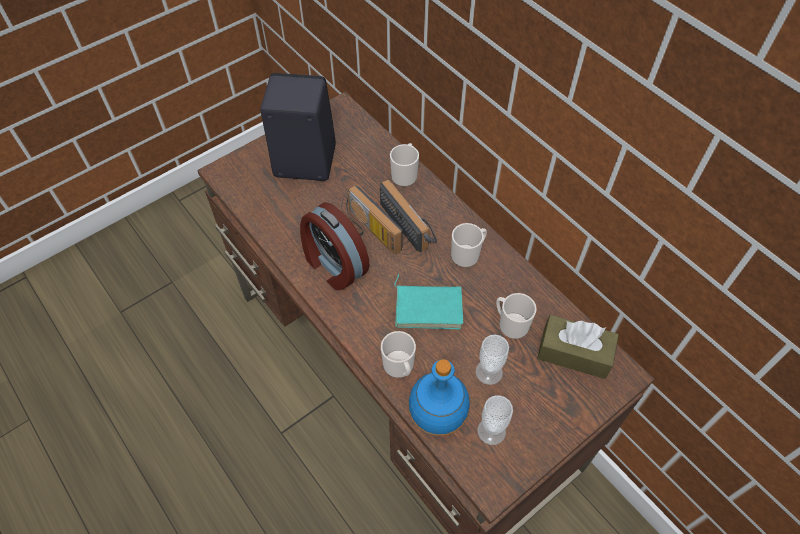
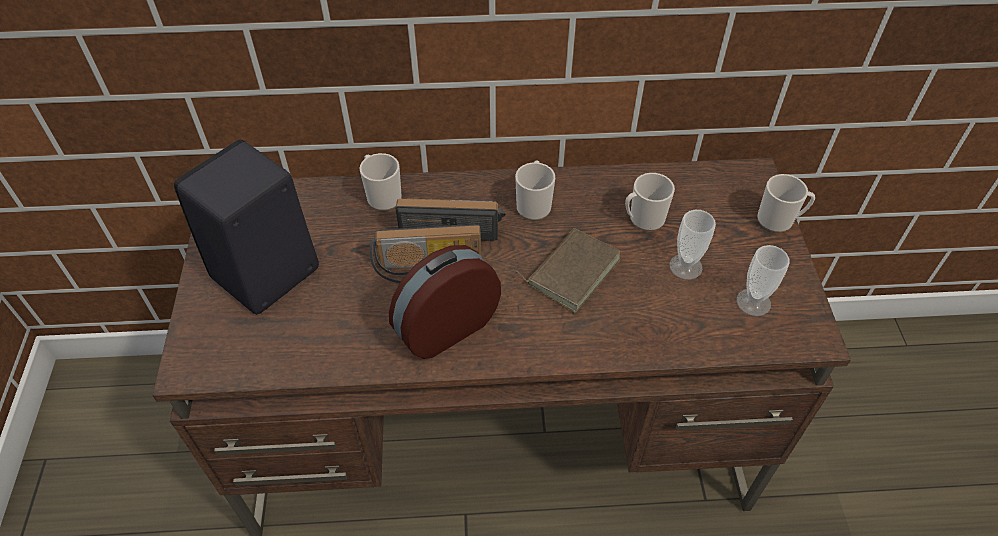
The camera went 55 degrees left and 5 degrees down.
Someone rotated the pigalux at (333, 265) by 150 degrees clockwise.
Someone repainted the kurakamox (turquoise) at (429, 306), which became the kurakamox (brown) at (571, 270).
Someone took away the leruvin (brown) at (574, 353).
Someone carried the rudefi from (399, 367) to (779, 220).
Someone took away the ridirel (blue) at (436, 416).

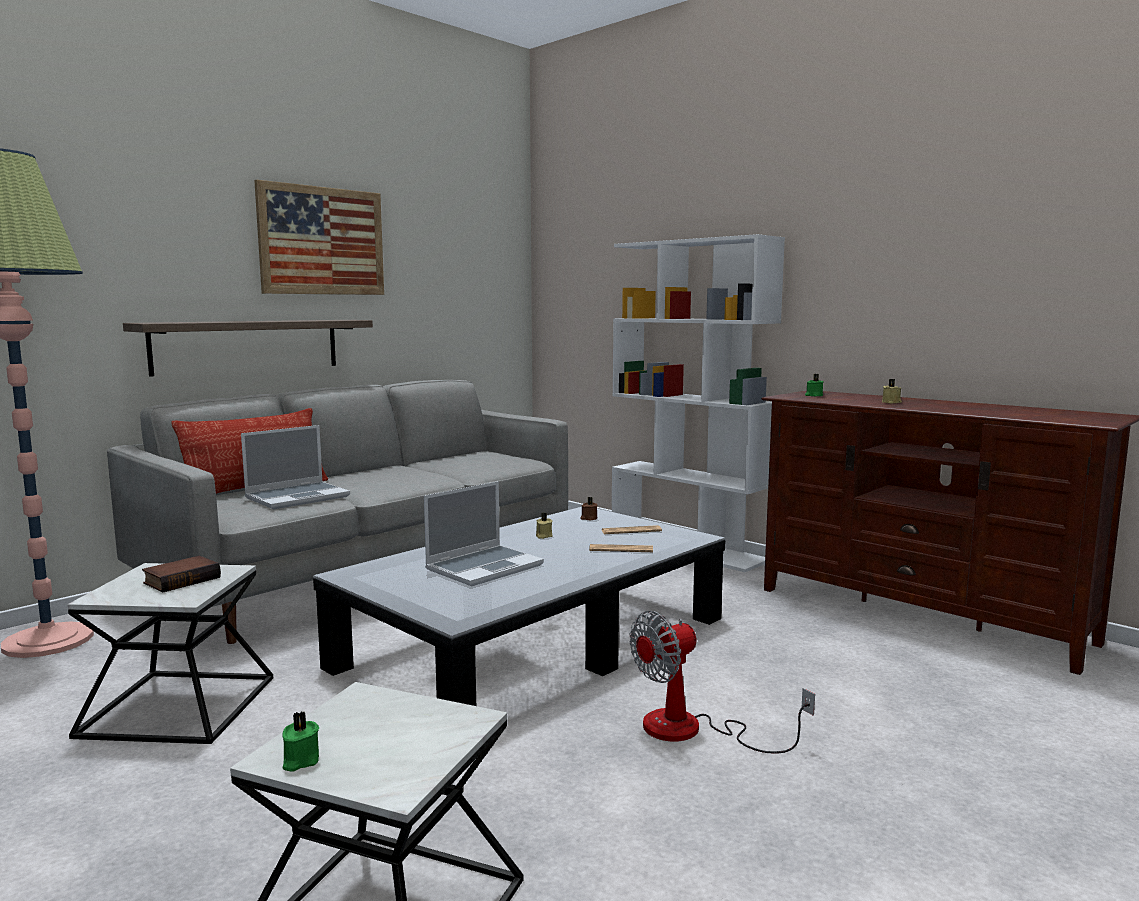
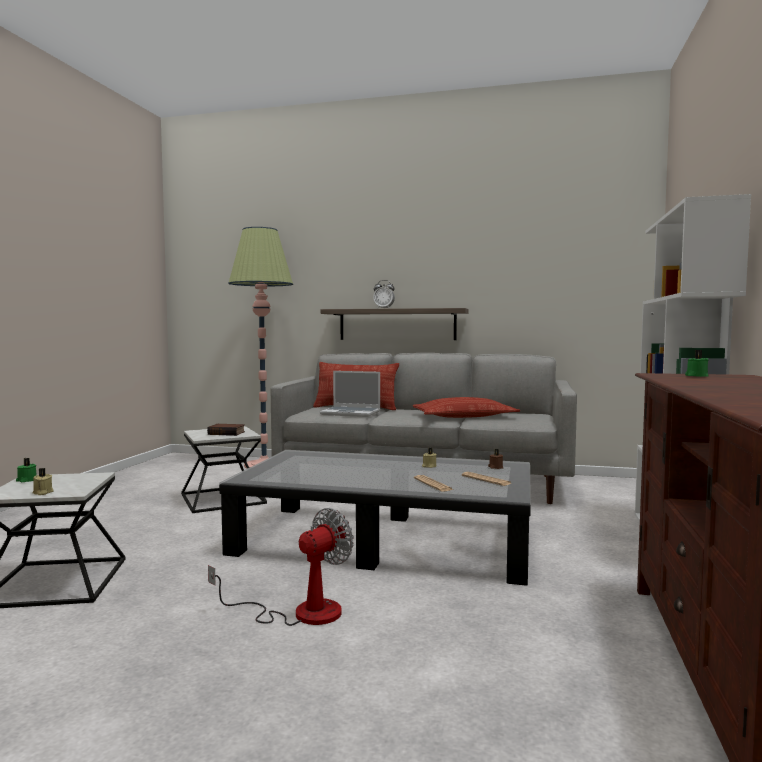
The camera went 60 degrees right and 5 degrees down.
Someone took away the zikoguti at (322, 241).
Someone carried the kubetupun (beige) from (891, 402) to (42, 492).
Someone took away the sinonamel at (484, 567).
Someone rotated the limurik at (692, 730) by 105 degrees clockwise.
Someone put down the pigalux at (384, 308).
Someone put down the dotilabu at (464, 416).

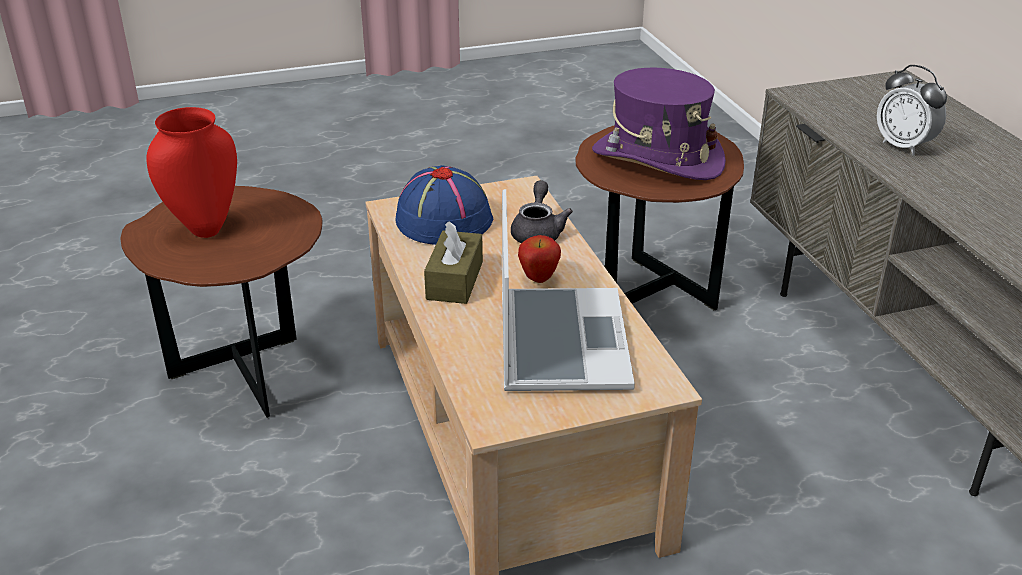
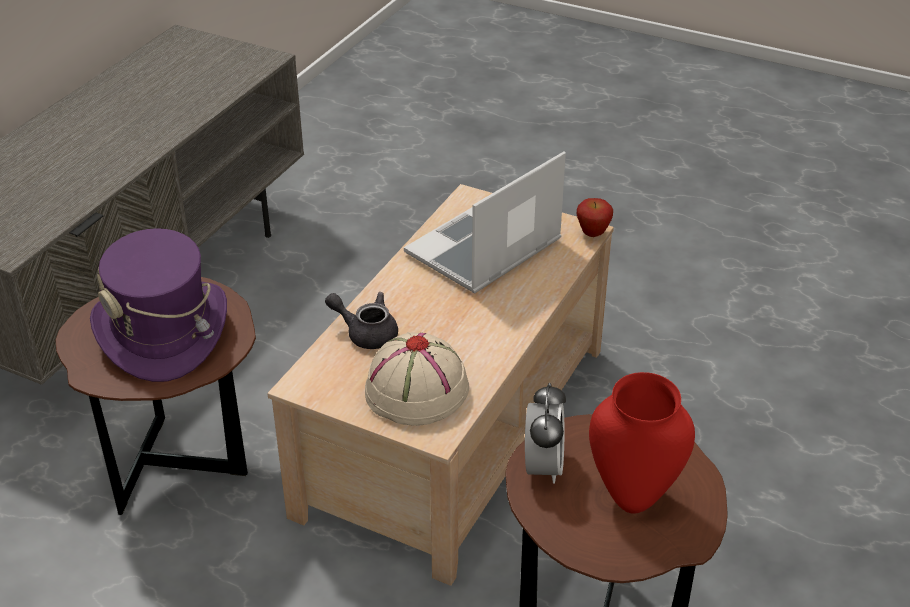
The camera went 135 degrees left and 5 degrees up.
Someone carried the pigalux from (904, 146) to (543, 467).
Someone repainted the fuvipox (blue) at (443, 220), which became the fuvipox (beige) at (416, 391).
Someone rotated the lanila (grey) at (538, 232) by 60 degrees clockwise.
Someone took away the leruvin (brown) at (454, 280).
Someone carried the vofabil from (538, 279) to (592, 234).

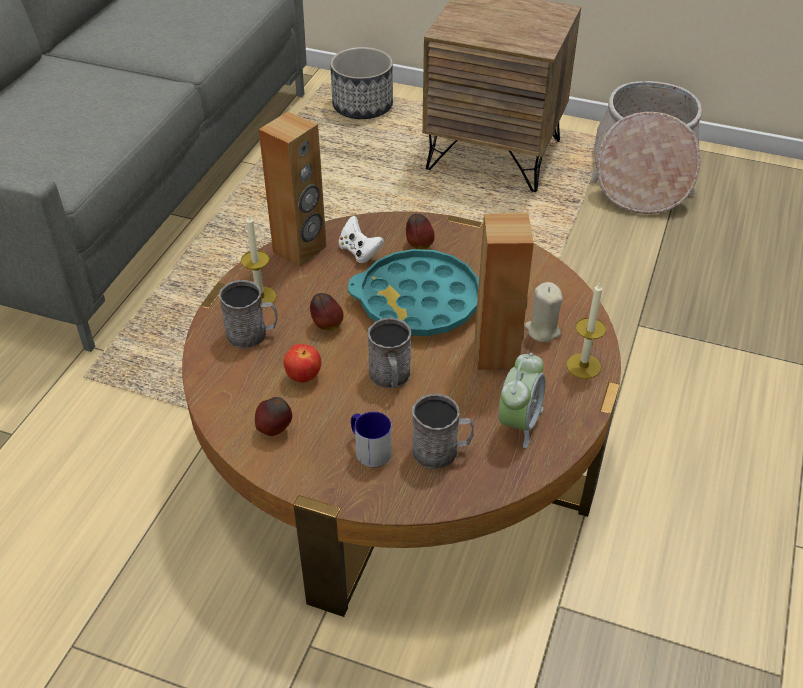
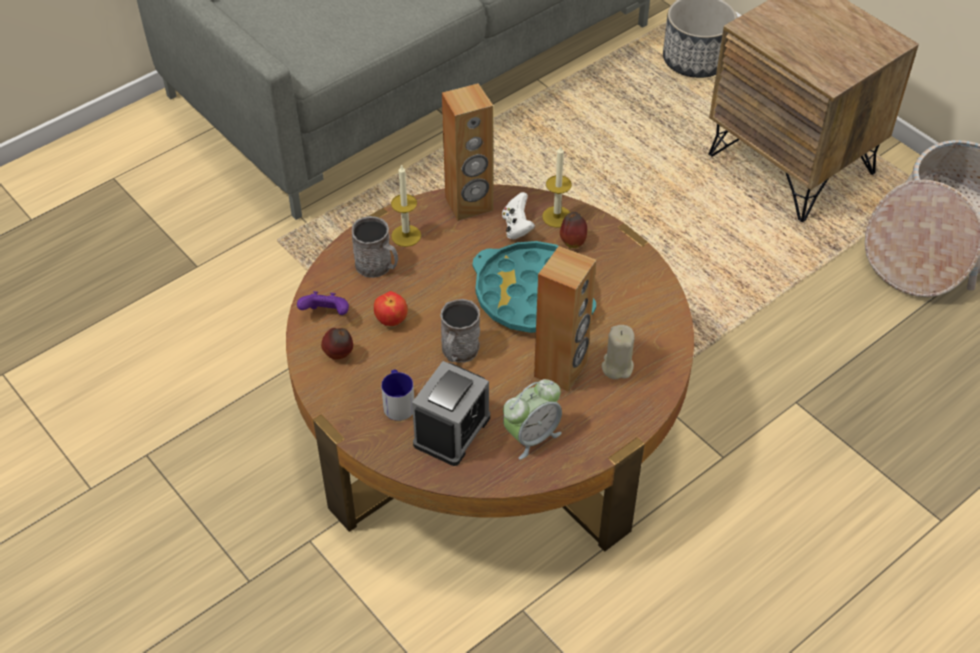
The camera went 30 degrees right and 5 degrees up.
Someone carried the kubetupun from (583, 366) to (557, 217).
Someone took away the vofabil at (326, 326).
Someone swapped the rudefi (grey) at (441, 451) for the pigalux at (452, 430).
Someone put down the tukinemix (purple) at (326, 314).

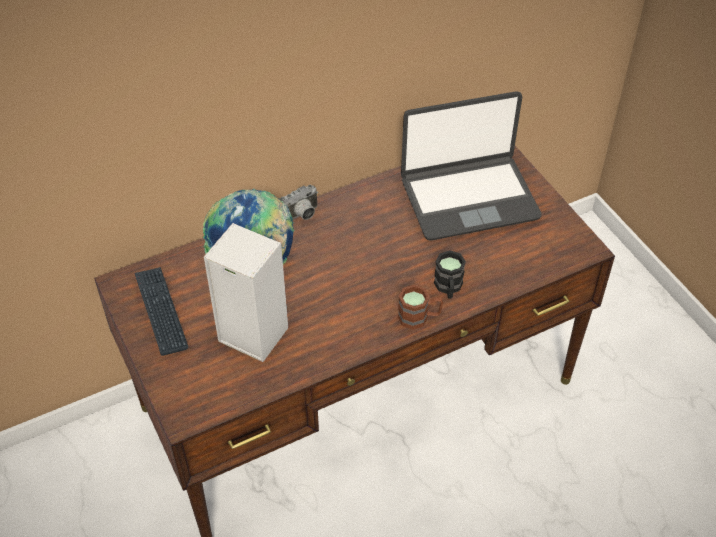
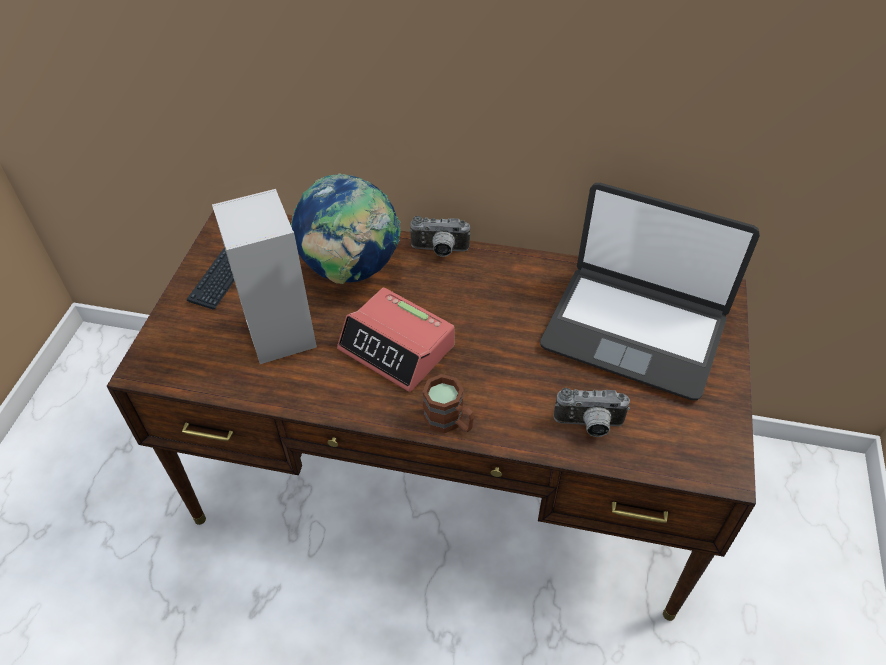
The camera went 40 degrees right and 0 degrees up.
Someone took away the rudefi (black) at (448, 288).
Someone put down the pigalux at (397, 348).
Someone put down the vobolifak at (589, 426).

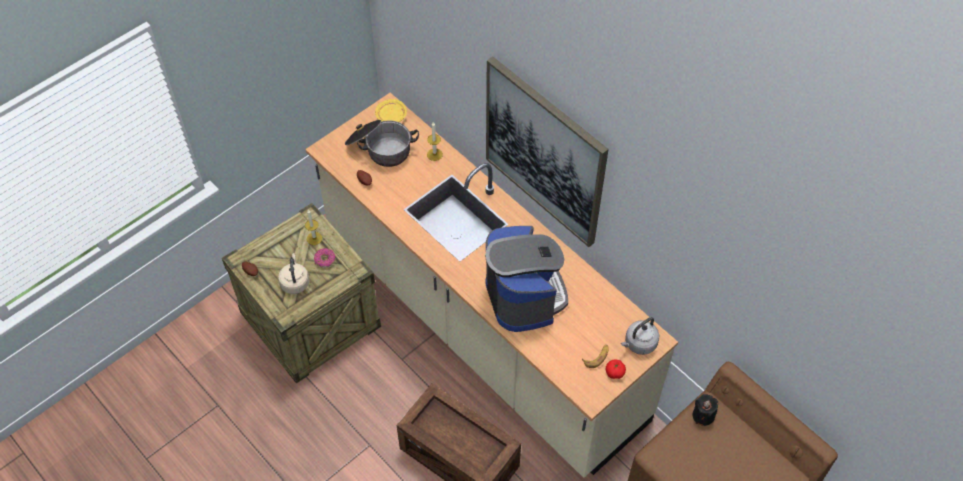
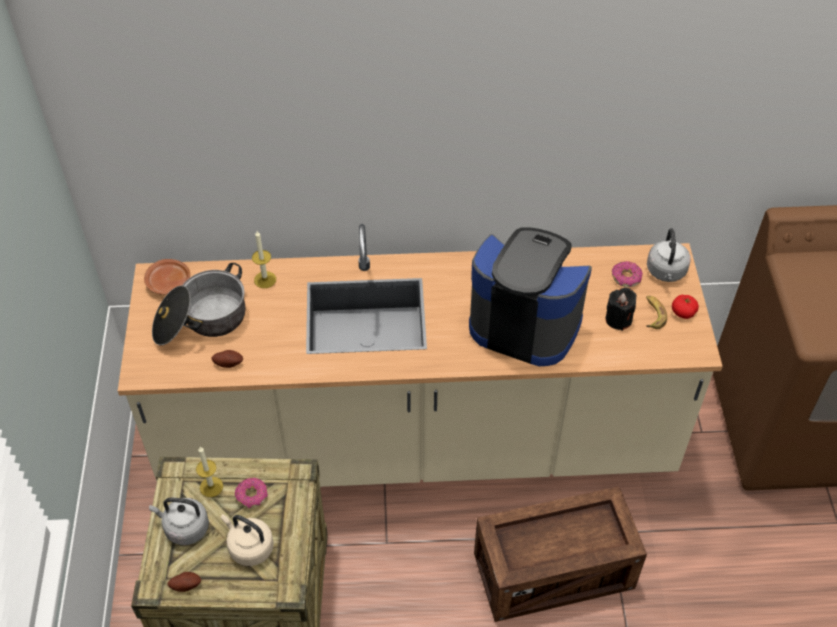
The camera went 50 degrees left and 5 degrees down.
Someone took away the zikoguti at (545, 152).
Someone repainted the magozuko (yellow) at (391, 116), which became the magozuko (brown) at (169, 283).
Someone carried the kubetupun (black) from (703, 416) to (618, 319).
Someone put down the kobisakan at (626, 278).
Someone put down the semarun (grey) at (184, 528).

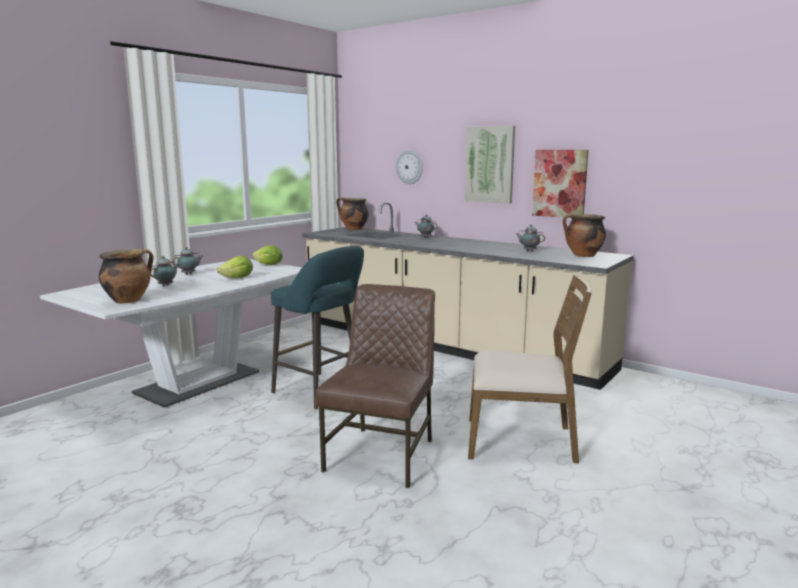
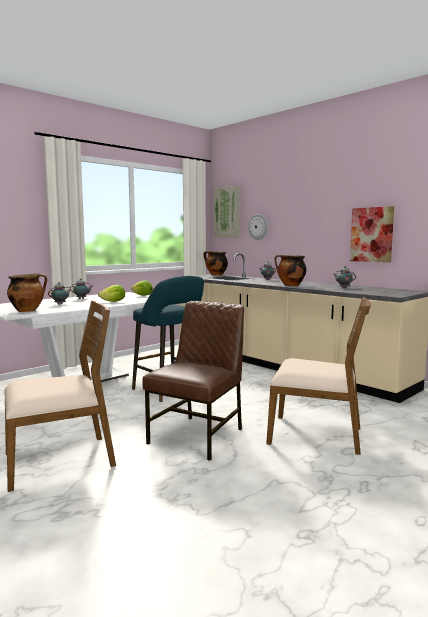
The camera went 10 degrees right and 5 degrees down.
Someone carried the zikoguti from (490, 164) to (227, 212).
Someone carried the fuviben from (583, 256) to (290, 285).
Someone put down the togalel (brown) at (60, 460).

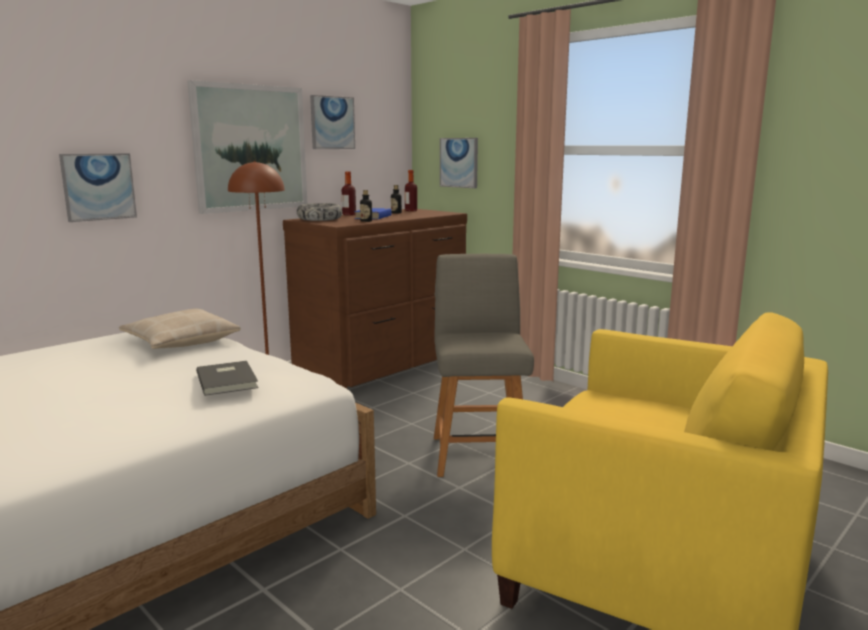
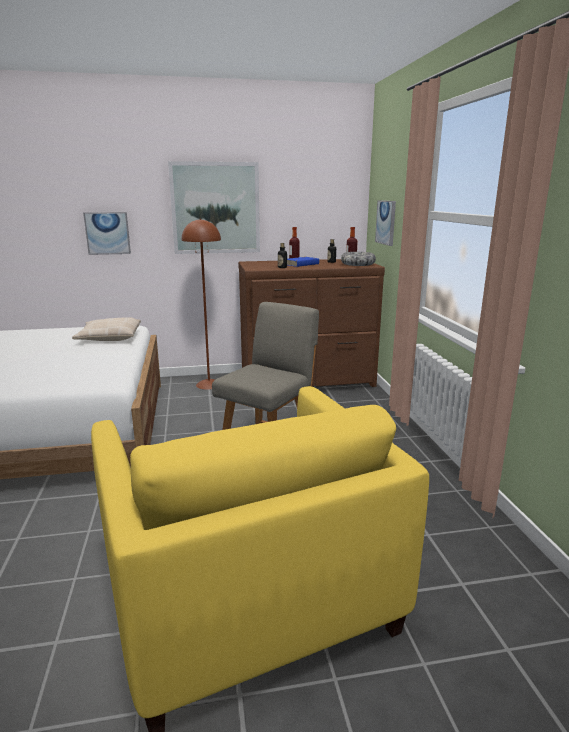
The camera went 35 degrees right and 5 degrees up.
Someone took away the zikoguti at (332, 123).
Someone carried the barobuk from (320, 219) to (358, 264).
Someone took away the kurakamox (grey) at (228, 380).

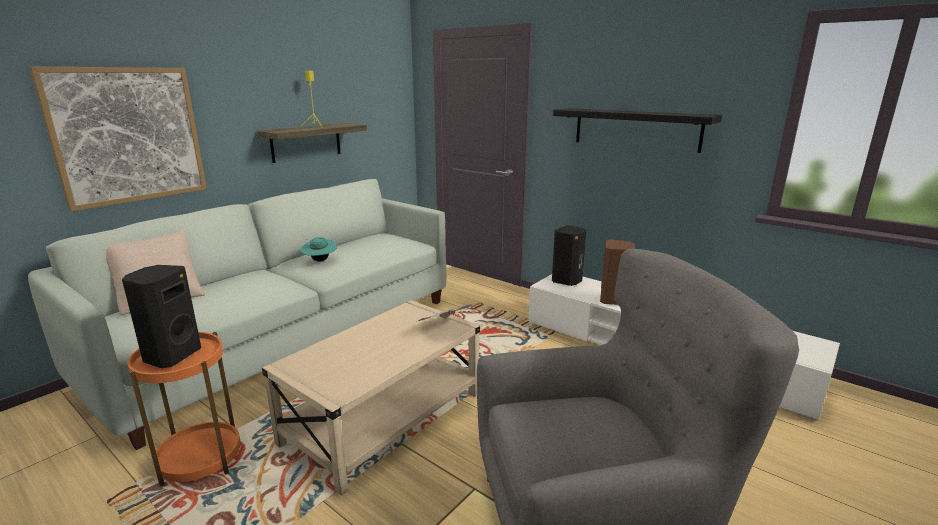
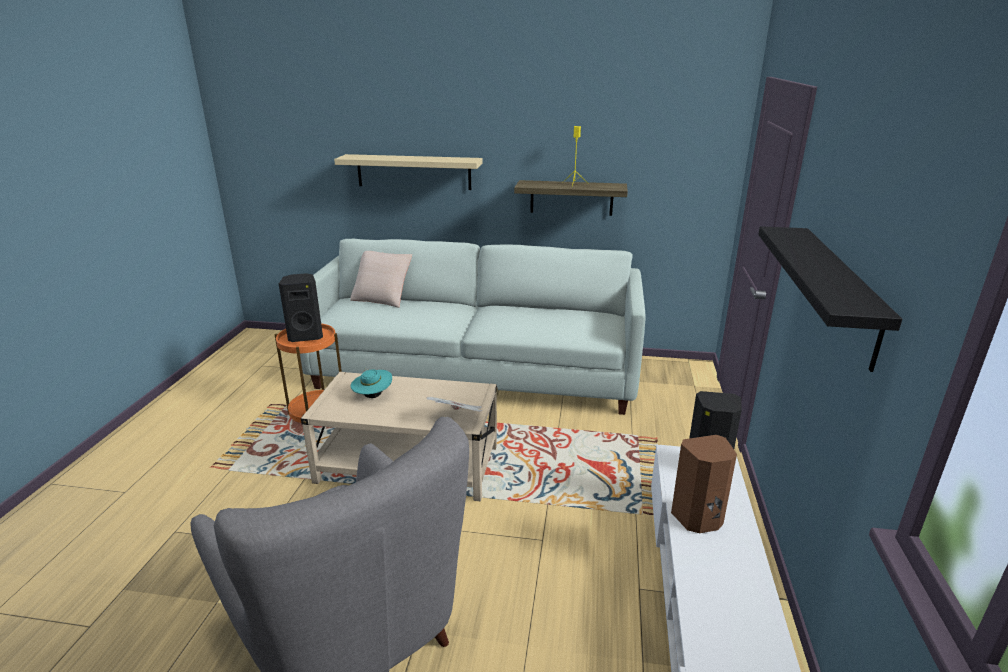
The camera went 60 degrees right and 5 degrees up.
Someone swapped the zikoguti at (128, 135) for the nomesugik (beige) at (413, 172).
Someone carried the fuvipox (turquoise) from (319, 260) to (372, 396).

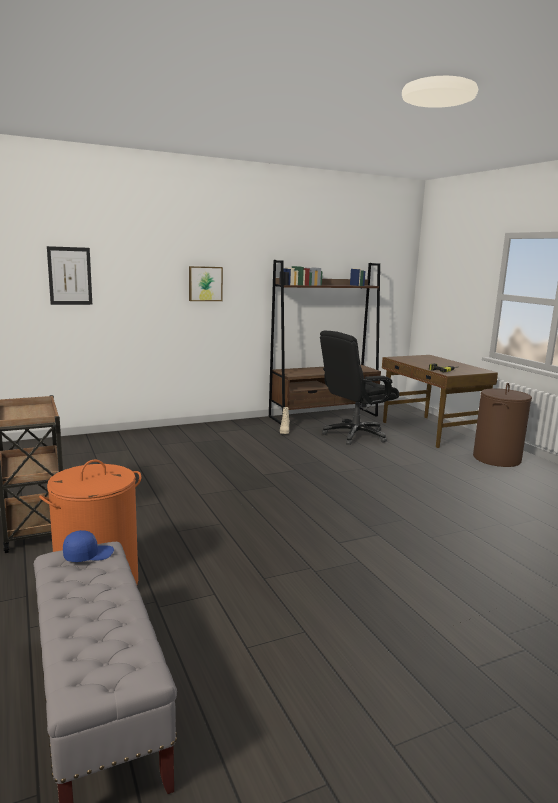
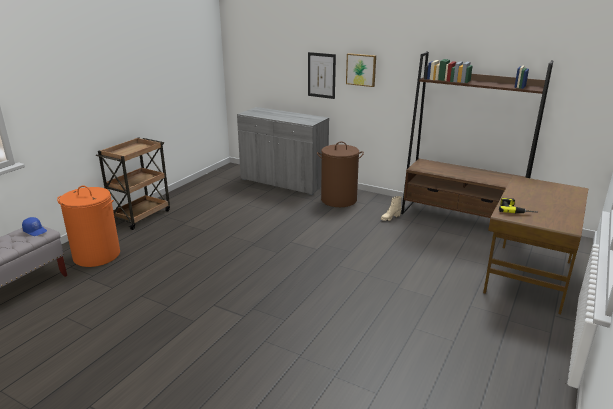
The camera went 55 degrees right and 10 degrees up.
Someone carried the zikoguti from (70, 276) to (321, 75).
Someone took away the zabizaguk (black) at (354, 435).
Someone carried the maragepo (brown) from (497, 459) to (338, 200).
Someone put down the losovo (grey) at (283, 182).

